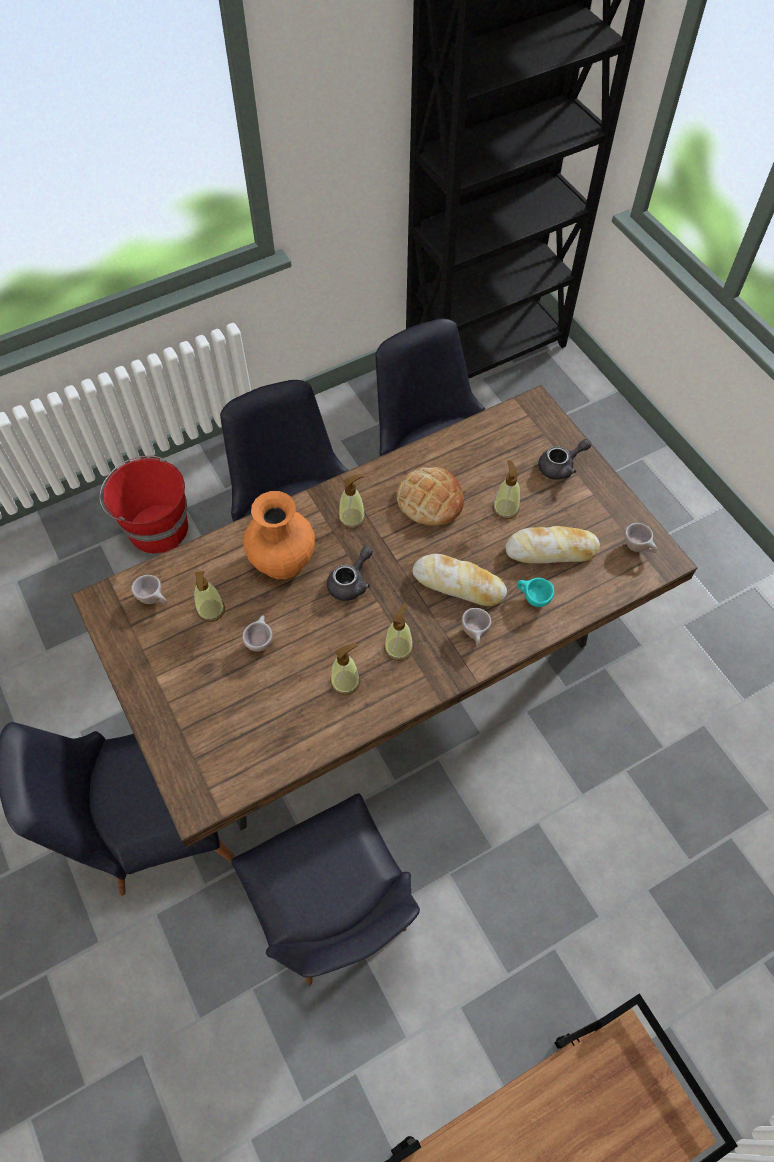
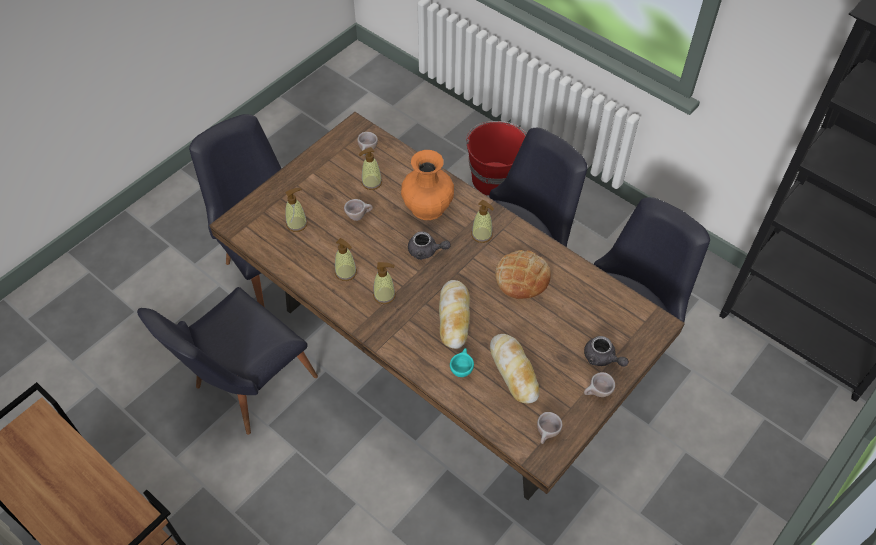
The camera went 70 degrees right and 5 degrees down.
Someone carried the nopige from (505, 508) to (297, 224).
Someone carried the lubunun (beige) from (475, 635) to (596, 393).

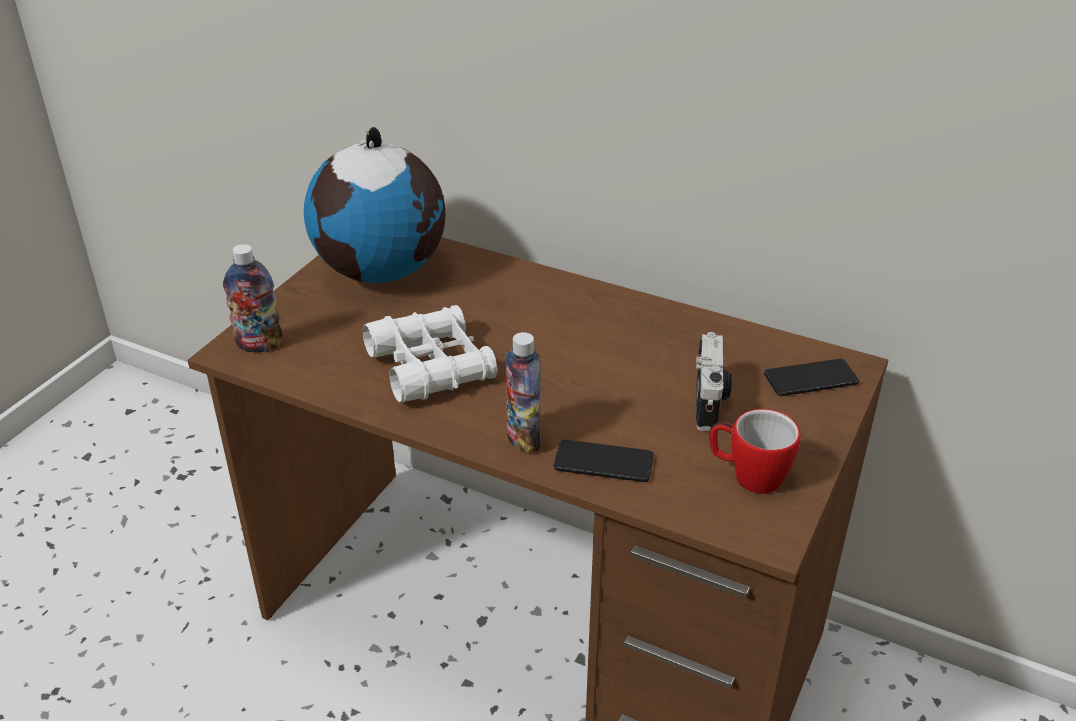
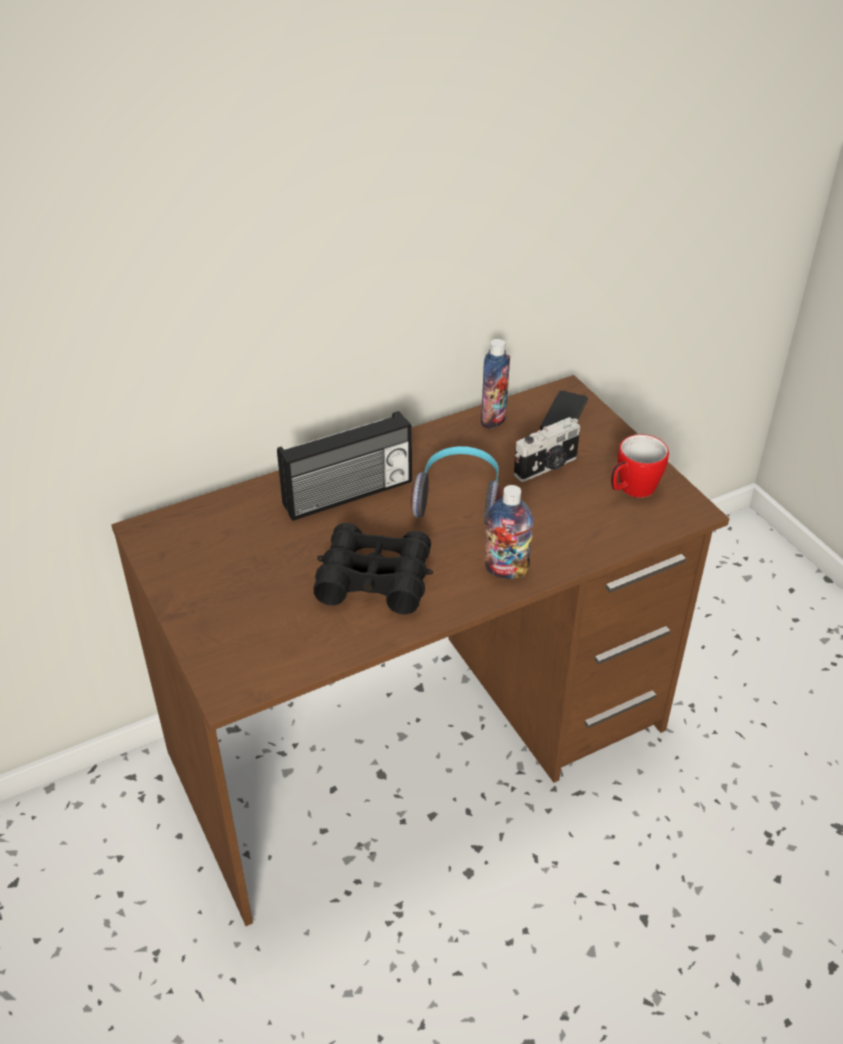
The camera went 55 degrees left and 5 degrees up.
Someone took away the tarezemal at (383, 271).
Someone carried the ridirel from (259, 345) to (493, 419).
Someone repainted the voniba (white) at (431, 366), which became the voniba (black) at (374, 579).
Someone rotated the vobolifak at (710, 402) by 105 degrees clockwise.
Someone took away the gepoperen at (603, 462).
Someone put down the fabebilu at (349, 495).
Someone put down the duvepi at (459, 498).

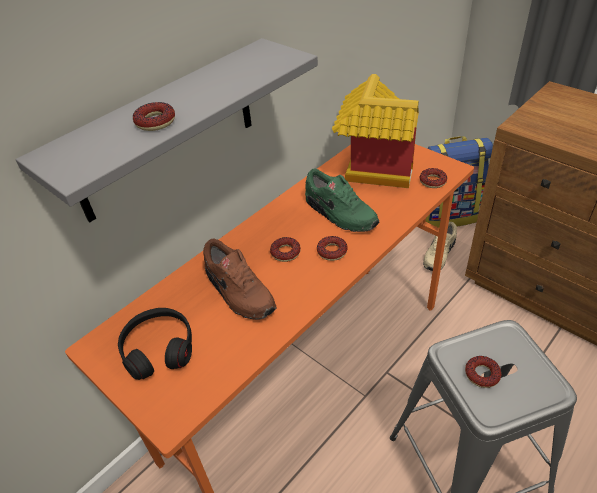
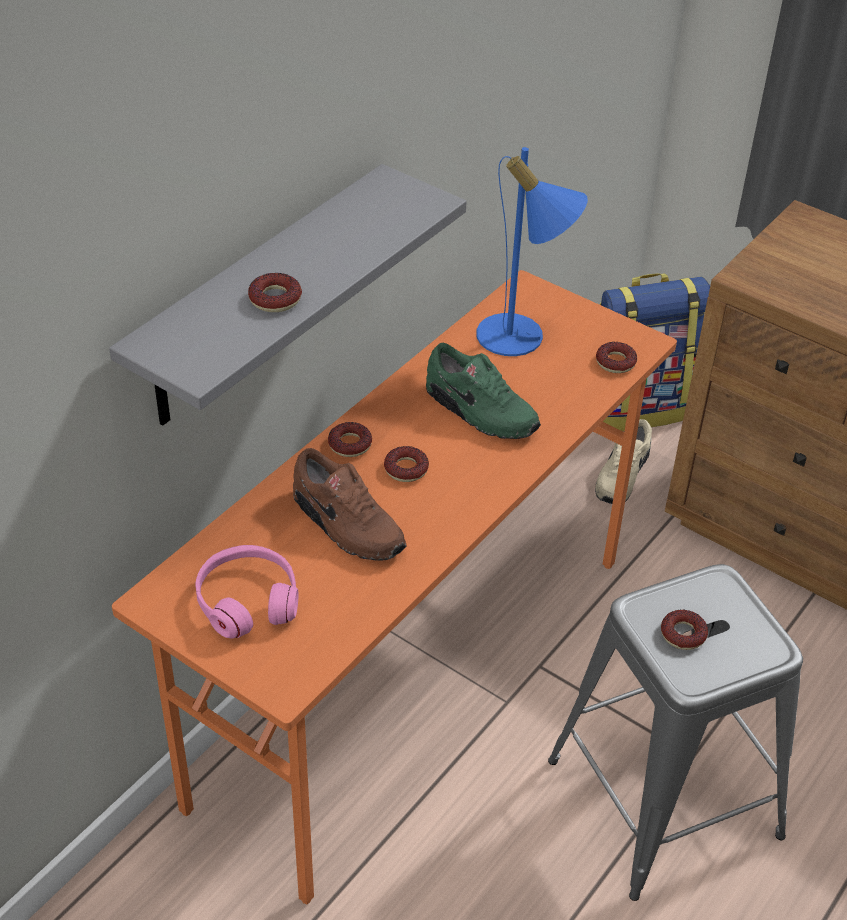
The camera went 10 degrees left and 0 degrees up.
Someone swapped the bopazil at (371, 168) for the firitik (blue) at (522, 339).
Someone carried the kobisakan from (332, 251) to (350, 444).
Someone repainted the duvepi (black) at (158, 348), which became the duvepi (pink) at (247, 600).

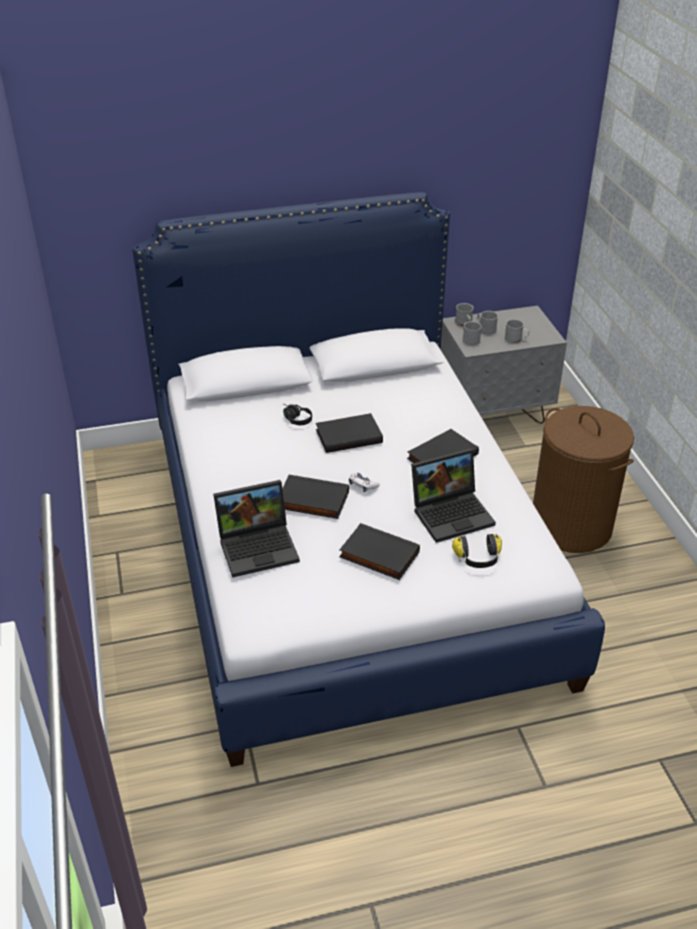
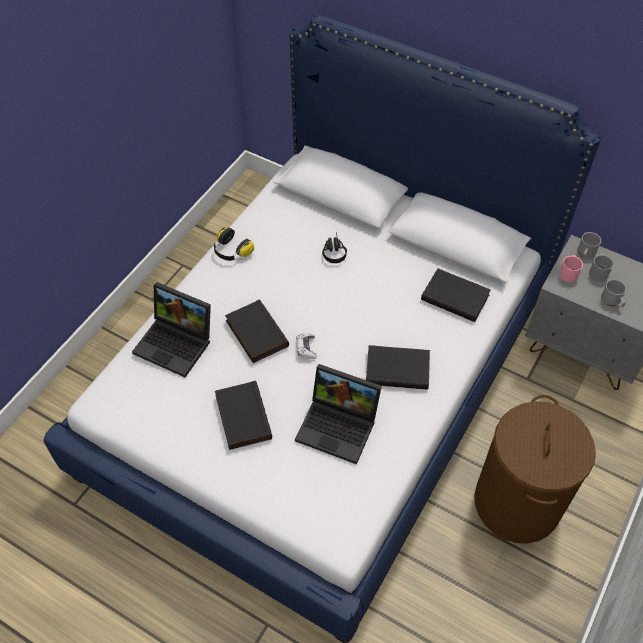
The camera went 45 degrees right and 15 degrees up.
Someone repainted the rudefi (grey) at (469, 339), which became the rudefi (pink) at (568, 273).
Someone carried the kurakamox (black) from (349, 435) to (456, 296).
Someone carried the duvepi from (478, 559) to (231, 251).

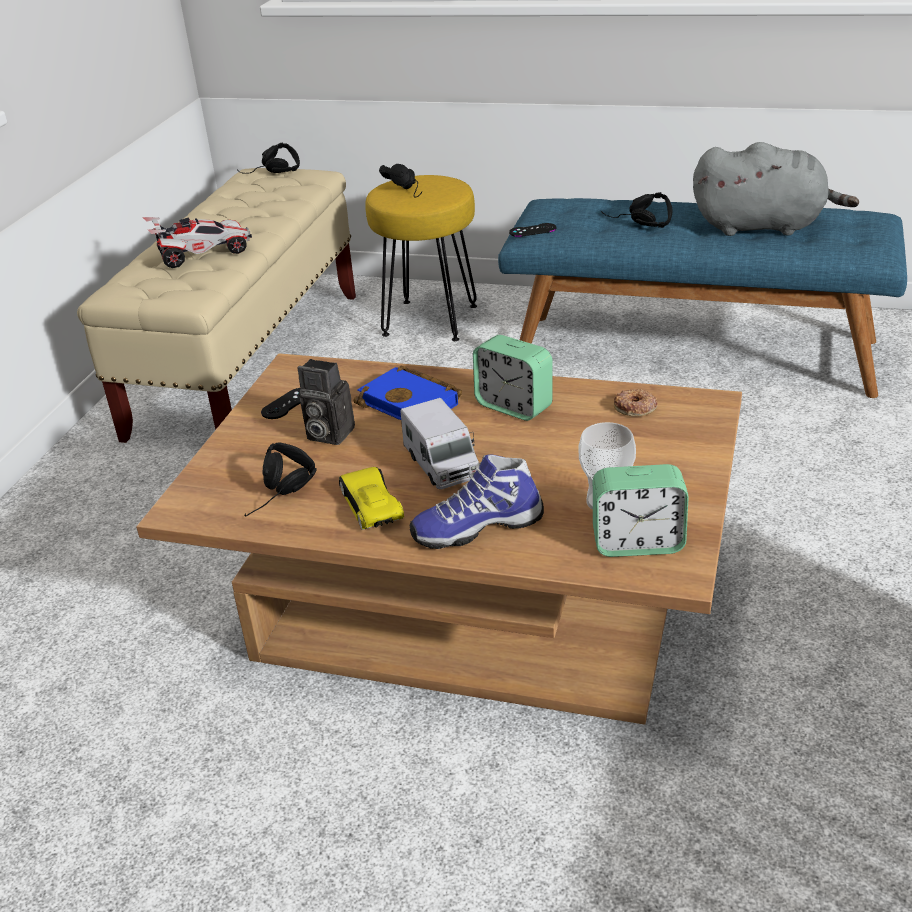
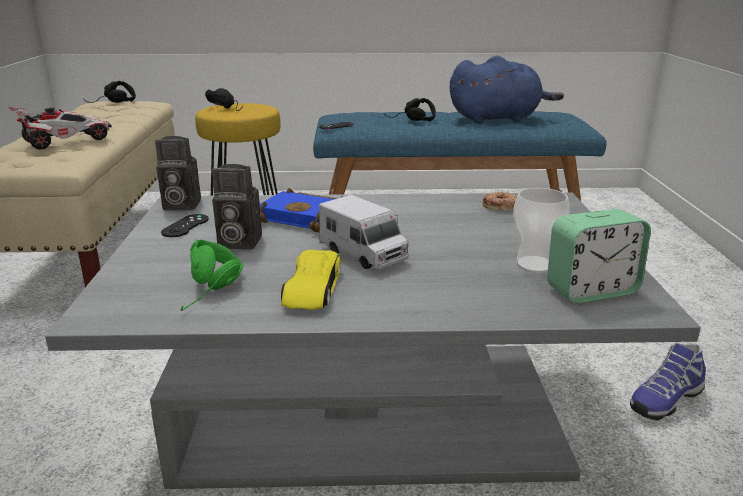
The camera went 20 degrees left and 10 degrees down.
Someone repainted the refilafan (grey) at (764, 226), which became the refilafan (blue) at (498, 119).
Someone took away the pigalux at (514, 406).
Someone repainted the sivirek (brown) at (468, 615), which became the sivirek (grey) at (371, 412).
Someone repainted the duvepi (black) at (284, 496), which became the duvepi (green) at (215, 292).
Someone carried the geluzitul from (477, 527) to (664, 399).
Someone rotated the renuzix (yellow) at (371, 504) by 135 degrees counterclockwise.
Someone put down the vobolifak at (179, 205).

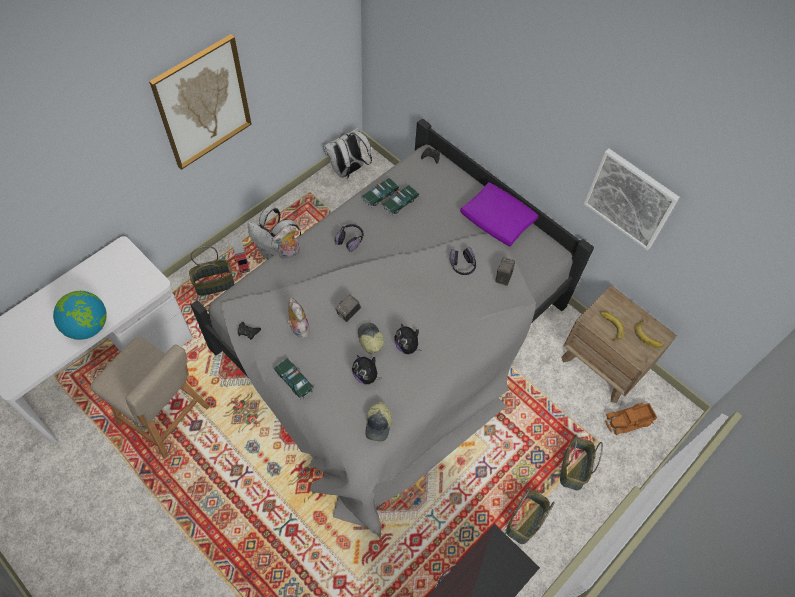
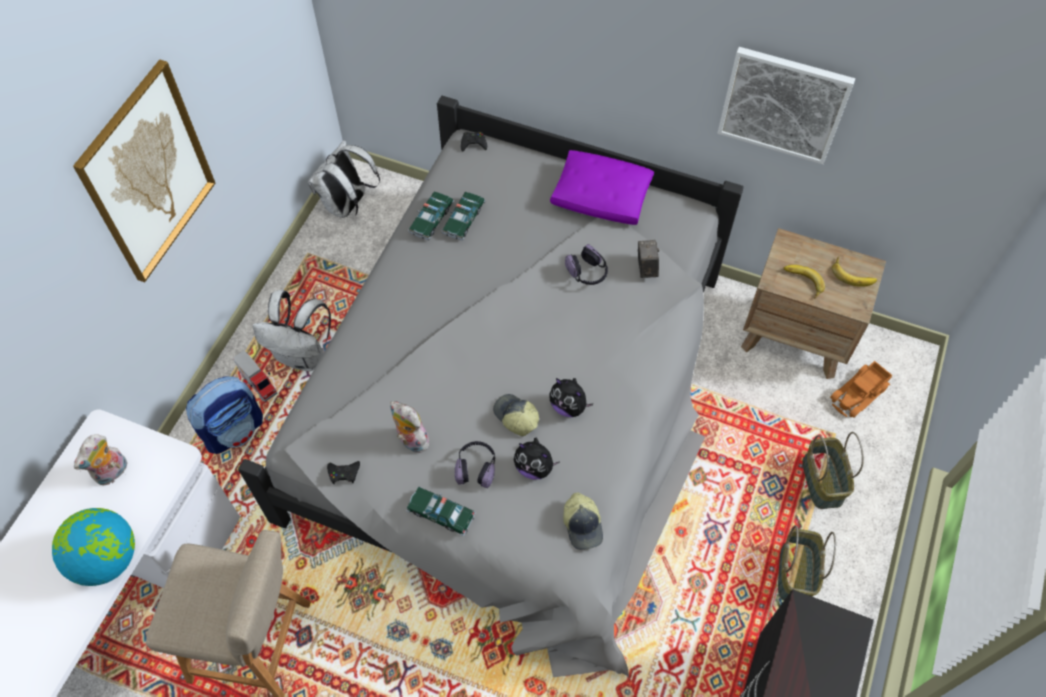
The camera went 20 degrees left and 0 degrees up.
Someone carried the duvepi from (350, 240) to (476, 467).
Someone carried the refilafan from (289, 254) to (112, 473).
Someone swapped the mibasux at (214, 283) for the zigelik at (234, 430).
Someone took away the vobolifak at (348, 313).

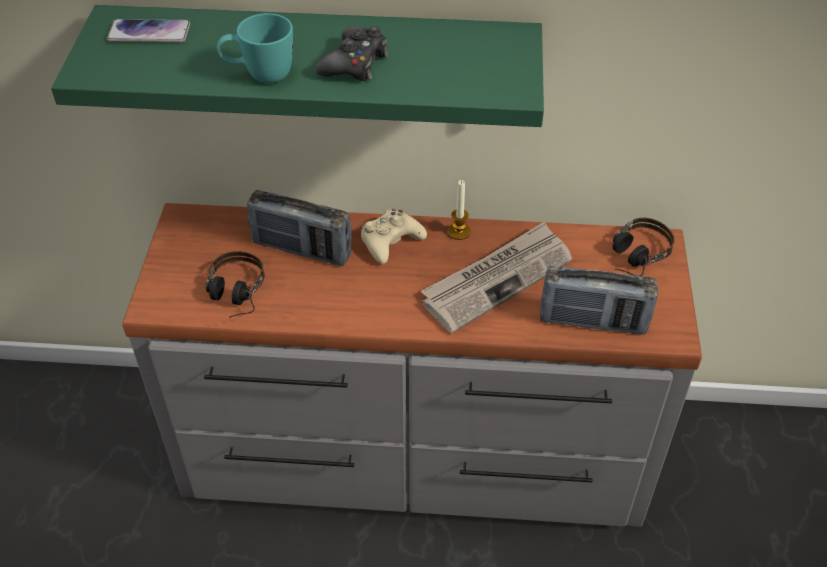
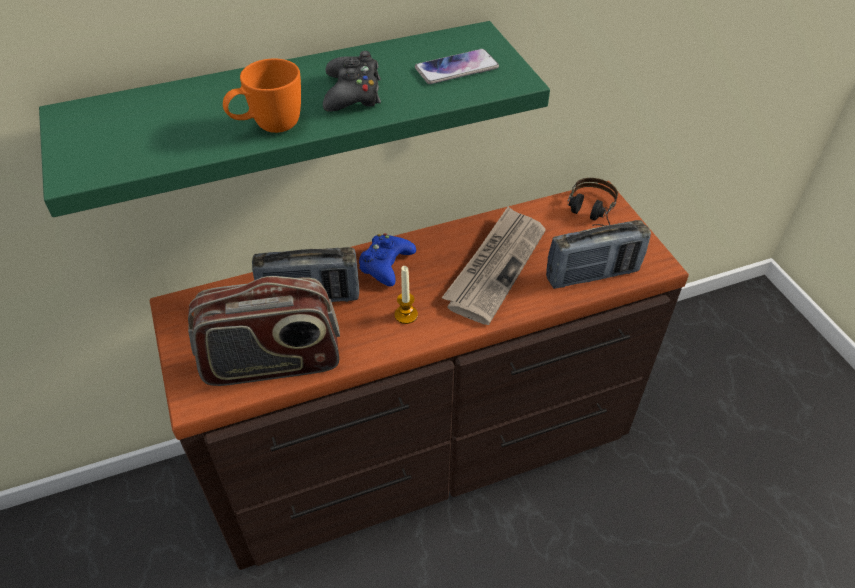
The camera went 25 degrees left and 0 degrees up.
Someone repainted the rudefi (turquoise) at (259, 76), which became the rudefi (orange) at (268, 128).
Someone carried the gepoperen from (149, 33) to (456, 68).
Someone carried the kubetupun from (459, 232) to (406, 315).
Someone repainted the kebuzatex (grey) at (413, 455), which became the kebuzatex (brown) at (426, 448).
Someone repainted the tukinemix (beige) at (390, 241), which became the tukinemix (blue) at (386, 264).
Someone swapped the duvepi at (234, 298) for the fabebilu at (272, 363).

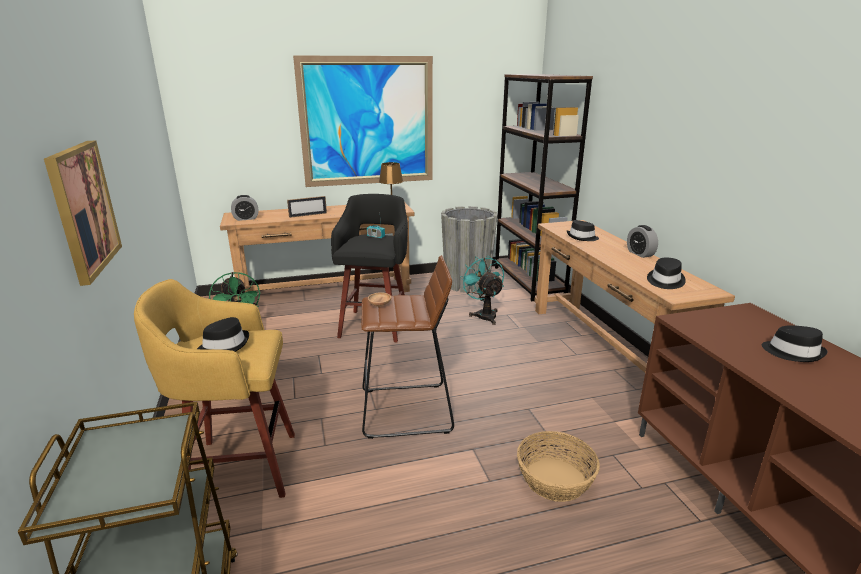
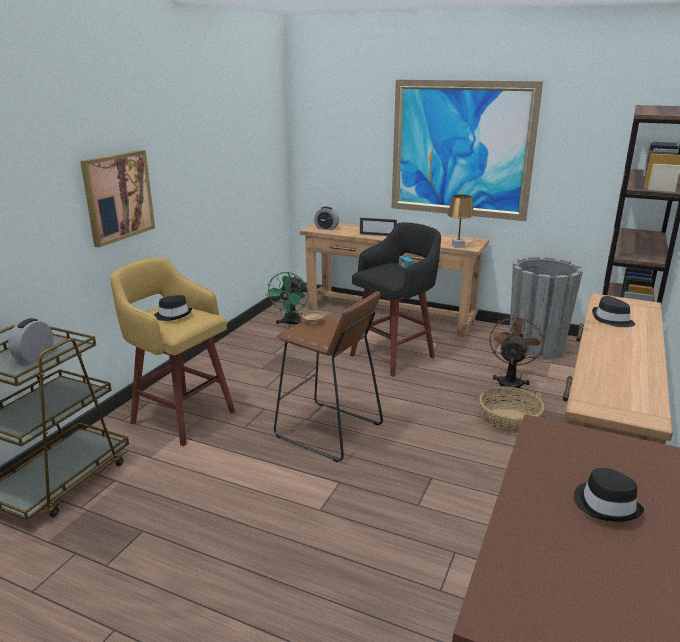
The camera went 40 degrees right and 0 degrees up.
Someone carried the pigalux from (640, 254) to (34, 356).
Someone repainted the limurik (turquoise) at (484, 314), which became the limurik (brown) at (510, 382).
Someone took away the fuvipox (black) at (665, 281).
Someone carried the mibasux from (555, 479) to (509, 421).

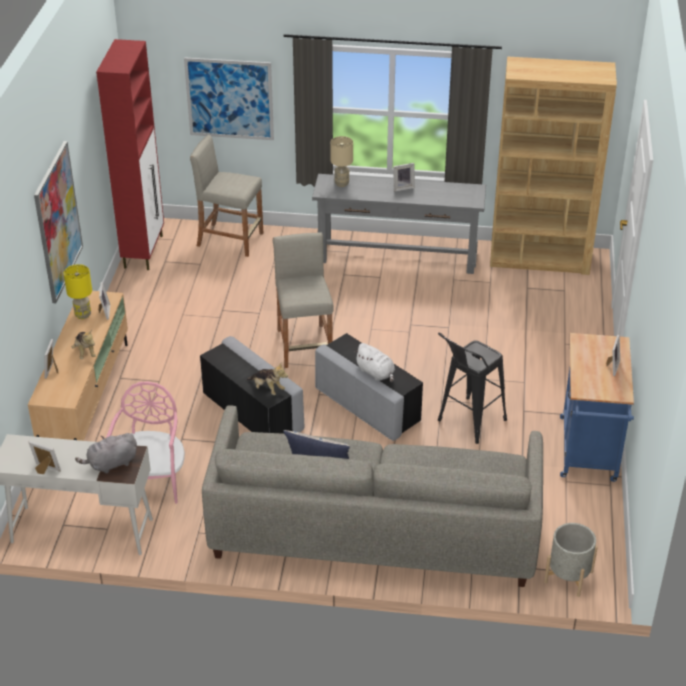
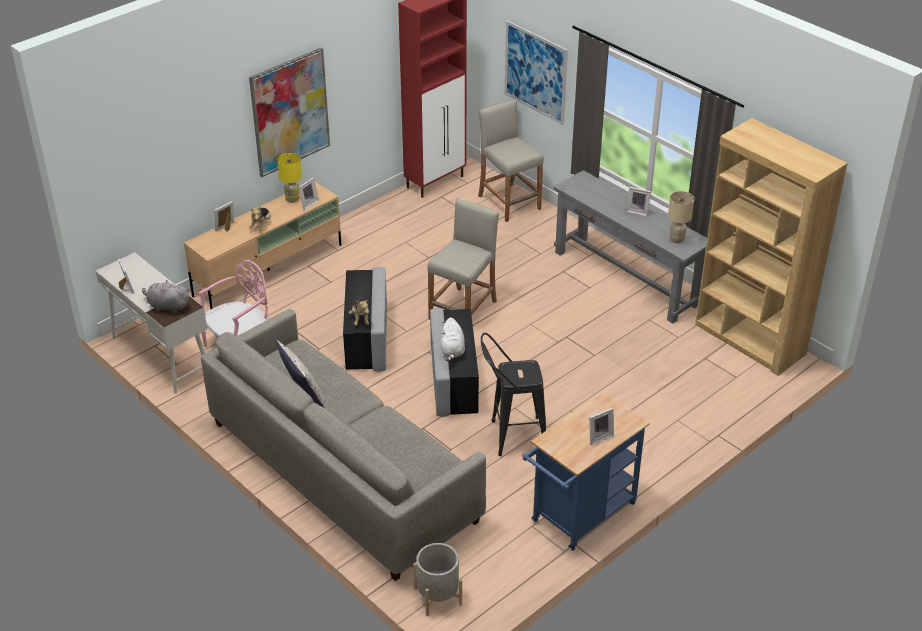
The camera went 40 degrees right and 0 degrees up.
Someone carried the firitik (beige) from (342, 183) to (677, 239).

